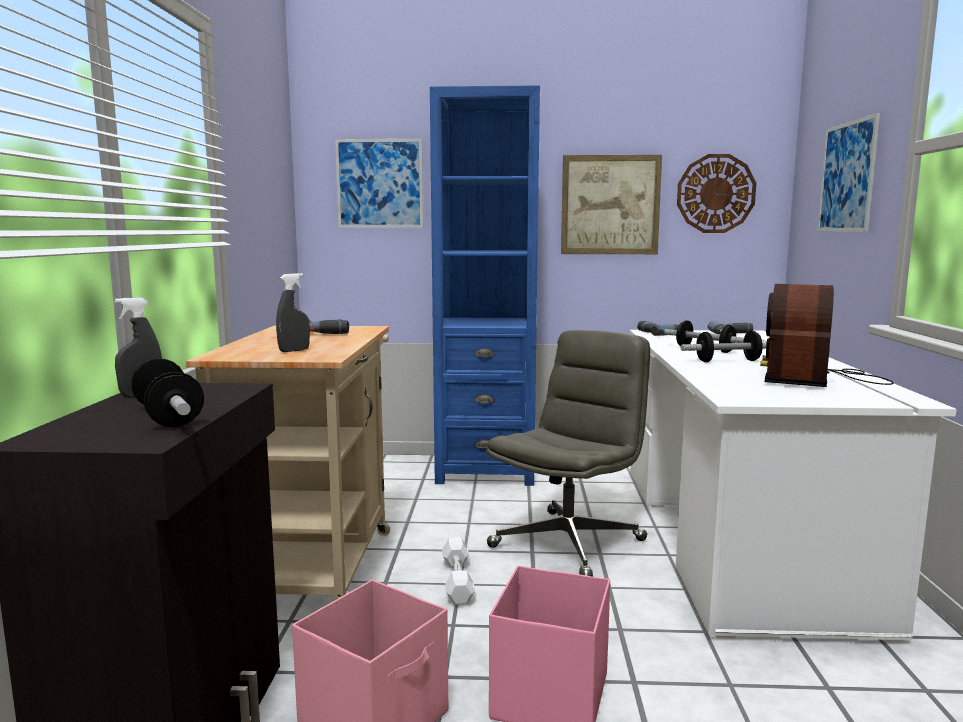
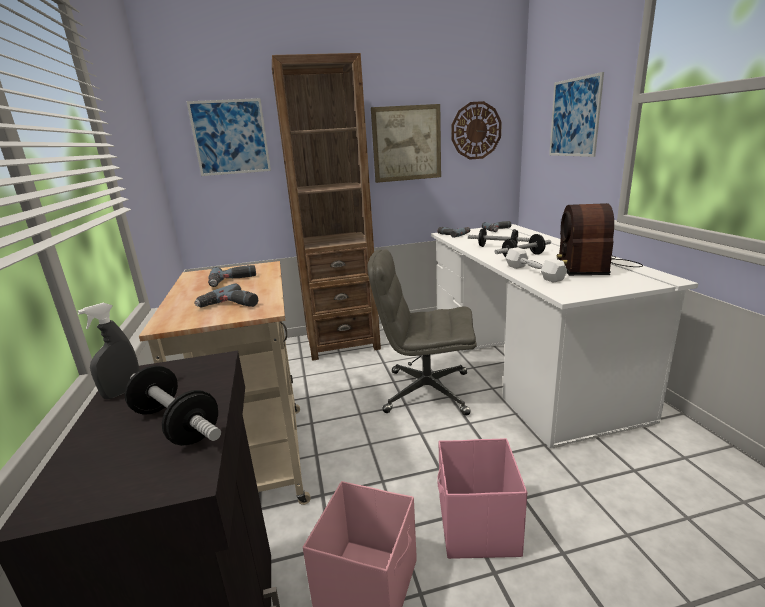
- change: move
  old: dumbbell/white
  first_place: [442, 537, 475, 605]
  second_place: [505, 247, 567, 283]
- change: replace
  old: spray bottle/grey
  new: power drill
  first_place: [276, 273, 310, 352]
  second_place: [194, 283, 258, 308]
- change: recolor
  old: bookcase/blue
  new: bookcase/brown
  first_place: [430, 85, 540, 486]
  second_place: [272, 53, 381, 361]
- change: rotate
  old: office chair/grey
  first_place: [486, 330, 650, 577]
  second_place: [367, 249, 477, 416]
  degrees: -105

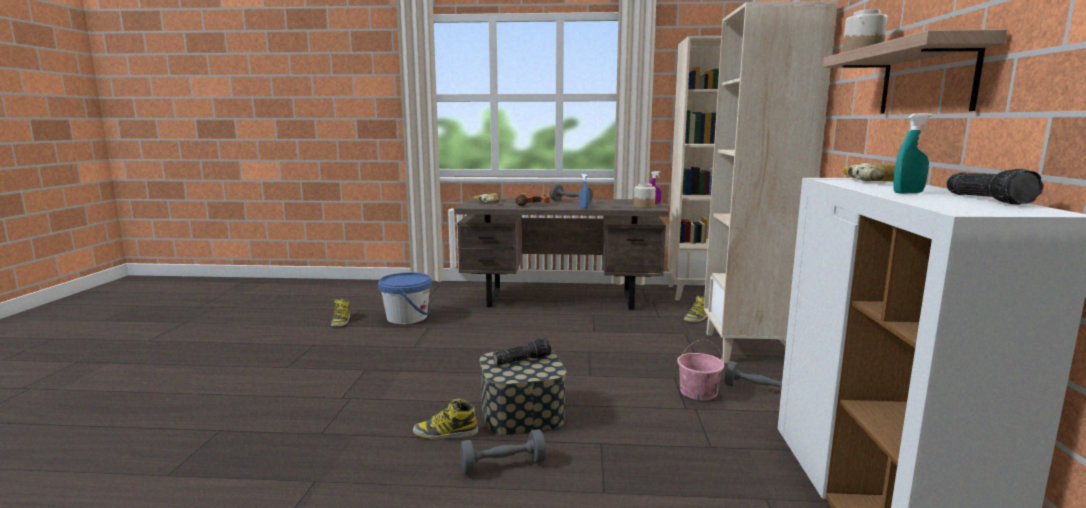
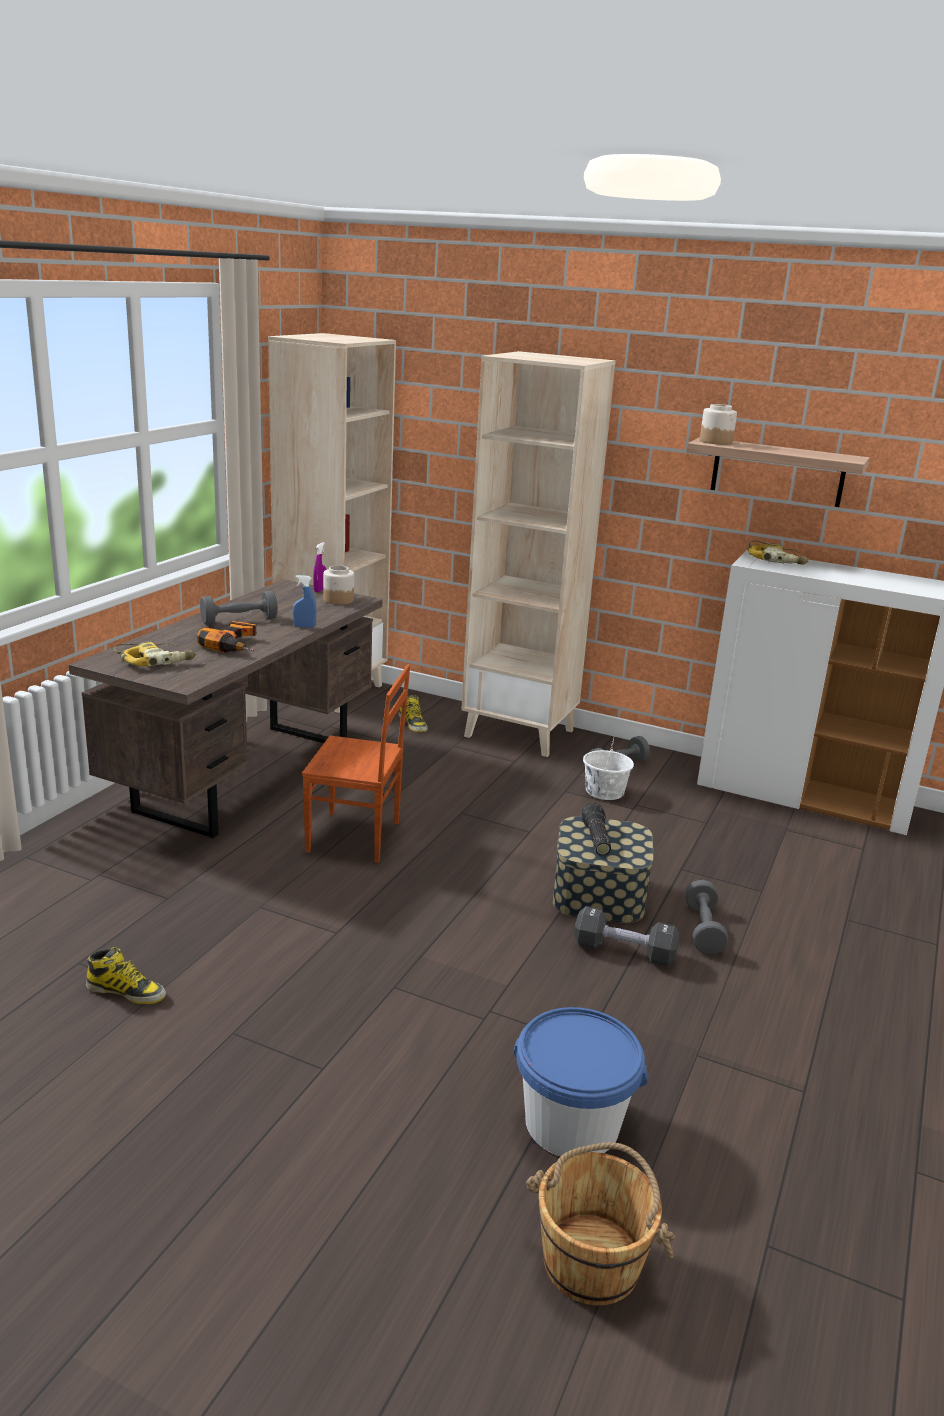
- change: delete
  old: spray bottle/turquoise
  first_place: [893, 113, 932, 193]
- change: delete
  old: flashlight
  first_place: [947, 169, 1044, 205]
- change: insert
  new: chair/brown
  second_place: [302, 664, 410, 863]
- change: insert
  new: bucket/brown
  second_place: [526, 1142, 675, 1306]
- change: move
  old: bucket/blue
  first_place: [378, 272, 432, 324]
  second_place: [513, 1007, 648, 1156]
- change: replace
  old: boot
  new: dumbbell/black
  first_place: [413, 399, 478, 439]
  second_place: [574, 906, 680, 966]
- change: recolor
  old: bucket/pink
  new: bucket/white
  first_place: [677, 339, 724, 400]
  second_place: [583, 737, 634, 800]

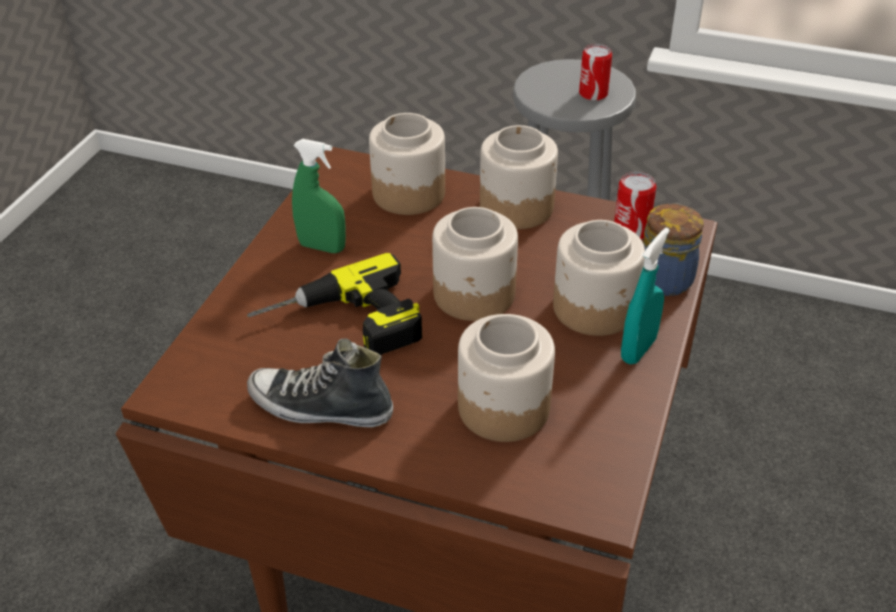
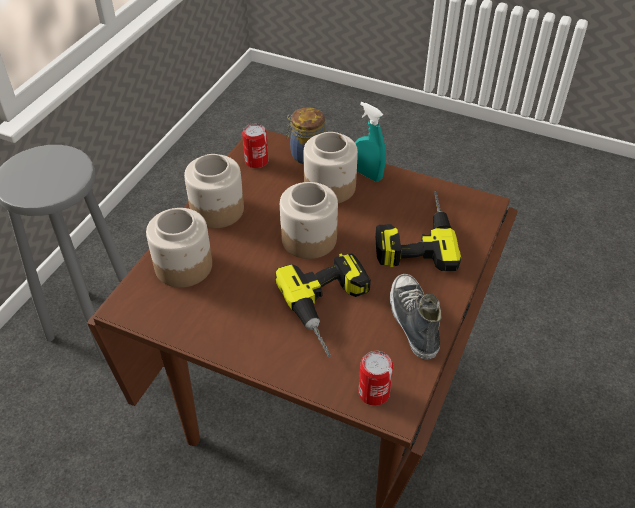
- change: delete
  old: spray bottle/green
  first_place: [292, 139, 346, 253]
- change: move
  old: can
  first_place: [579, 44, 612, 101]
  second_place: [358, 351, 393, 406]
- change: replace
  old: jar
  new: power drill
  first_place: [458, 314, 555, 442]
  second_place: [375, 191, 461, 271]
- change: rotate
  old: shoe
  first_place: [247, 339, 393, 428]
  second_place: [390, 274, 442, 360]
  degrees: 150

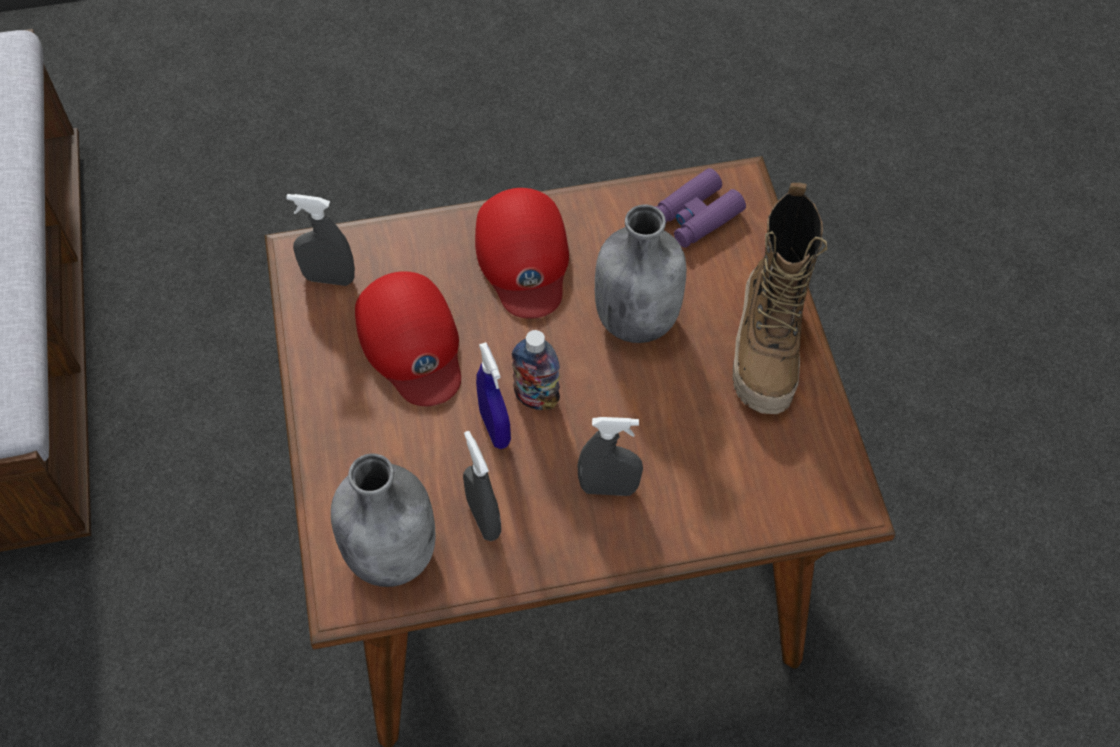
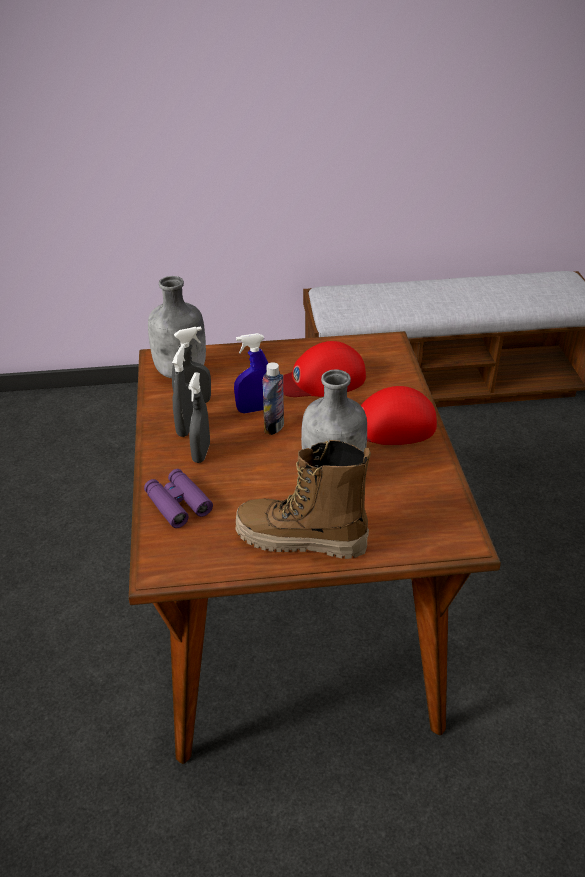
- change: move
  old: spray bottle/grey
  first_place: [286, 194, 355, 286]
  second_place: [172, 344, 193, 437]
- change: move
  old: binoculars/purple
  first_place: [655, 168, 746, 248]
  second_place: [144, 469, 213, 528]

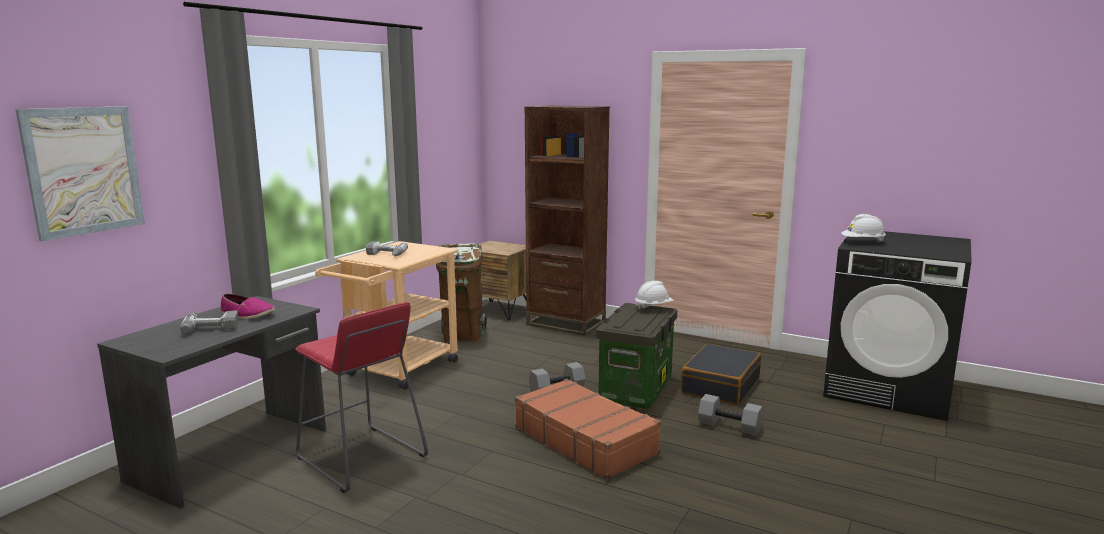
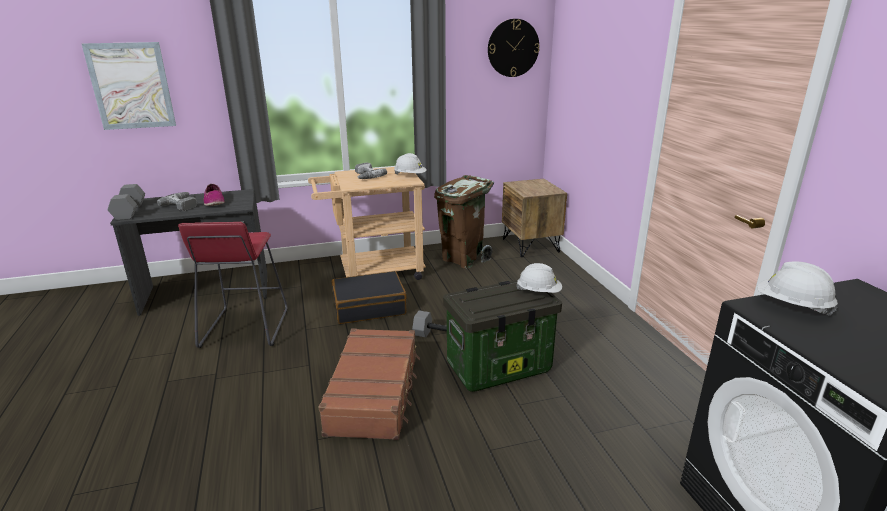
- change: delete
  old: bookcase/brown
  first_place: [525, 106, 610, 336]
- change: insert
  new: hard hat/white
  second_place: [394, 153, 427, 175]
- change: insert
  new: wall clock
  second_place: [488, 19, 540, 77]
- change: move
  old: suitcase/black
  first_place: [681, 344, 761, 405]
  second_place: [331, 271, 407, 324]
- change: move
  old: dumbbell/grey
  first_place: [698, 394, 763, 436]
  second_place: [108, 184, 145, 220]

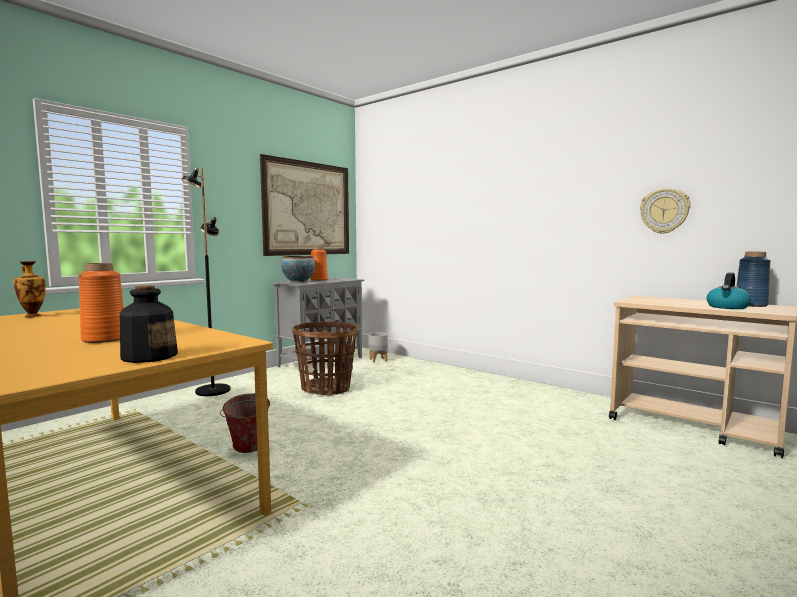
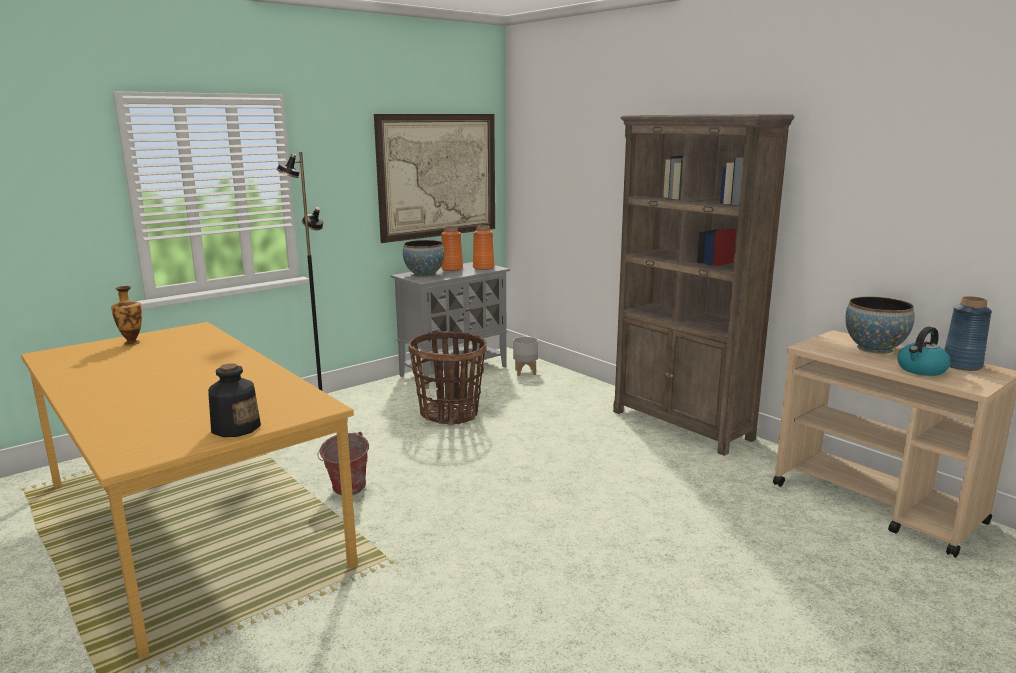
- change: delete
  old: wall clock
  first_place: [640, 188, 691, 234]
- change: insert
  new: bookcase/brown
  second_place: [613, 114, 795, 456]
- change: insert
  new: bowl
  second_place: [845, 297, 915, 354]
- change: move
  old: vase/orange
  first_place: [78, 263, 124, 343]
  second_place: [473, 225, 494, 270]

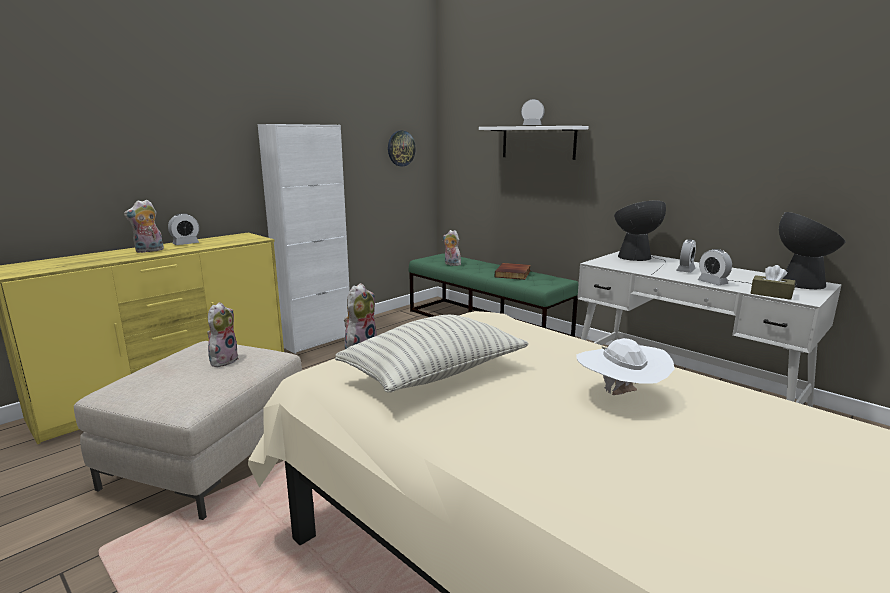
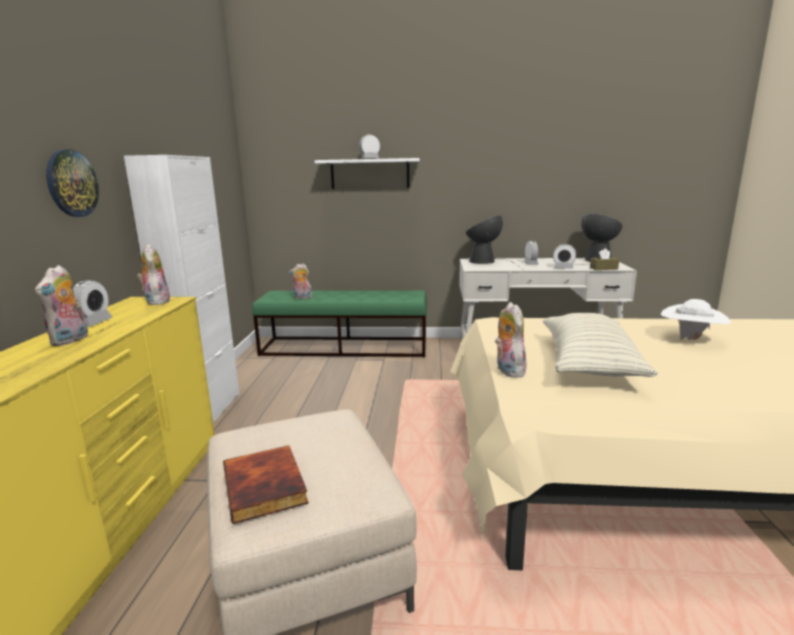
- change: move
  old: plush toy
  first_place: [207, 302, 239, 367]
  second_place: [137, 244, 170, 305]
- change: move
  old: wall clock
  first_place: [388, 131, 416, 166]
  second_place: [46, 149, 99, 217]
- change: move
  old: book
  first_place: [495, 263, 531, 280]
  second_place: [223, 445, 309, 524]

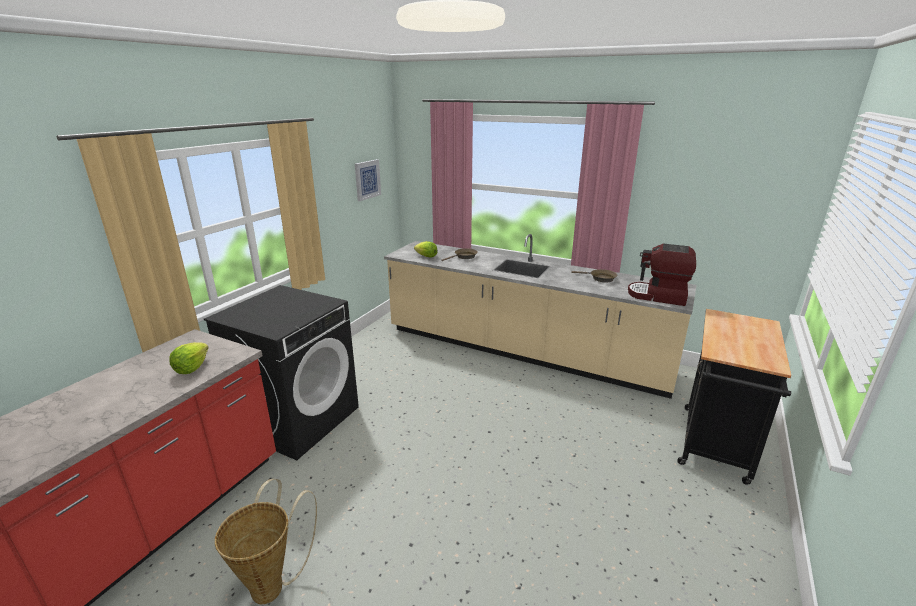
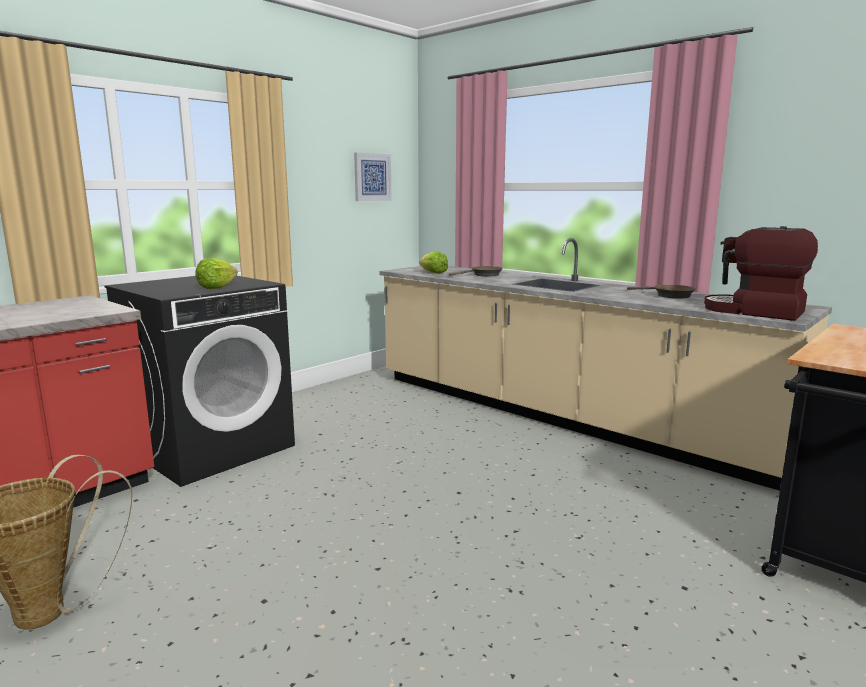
- change: move
  old: lettuce
  first_place: [169, 342, 209, 374]
  second_place: [195, 258, 238, 289]

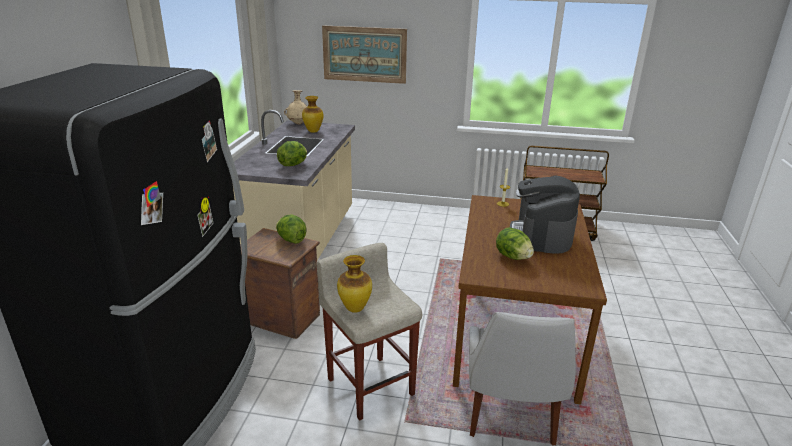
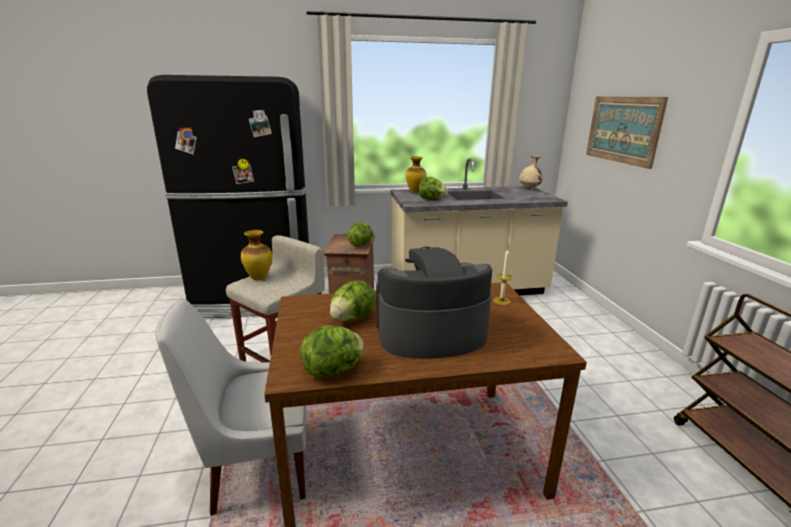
- change: insert
  new: lettuce
  second_place: [300, 325, 364, 377]
- change: move
  old: vase
  first_place: [302, 96, 323, 133]
  second_place: [406, 157, 427, 193]

